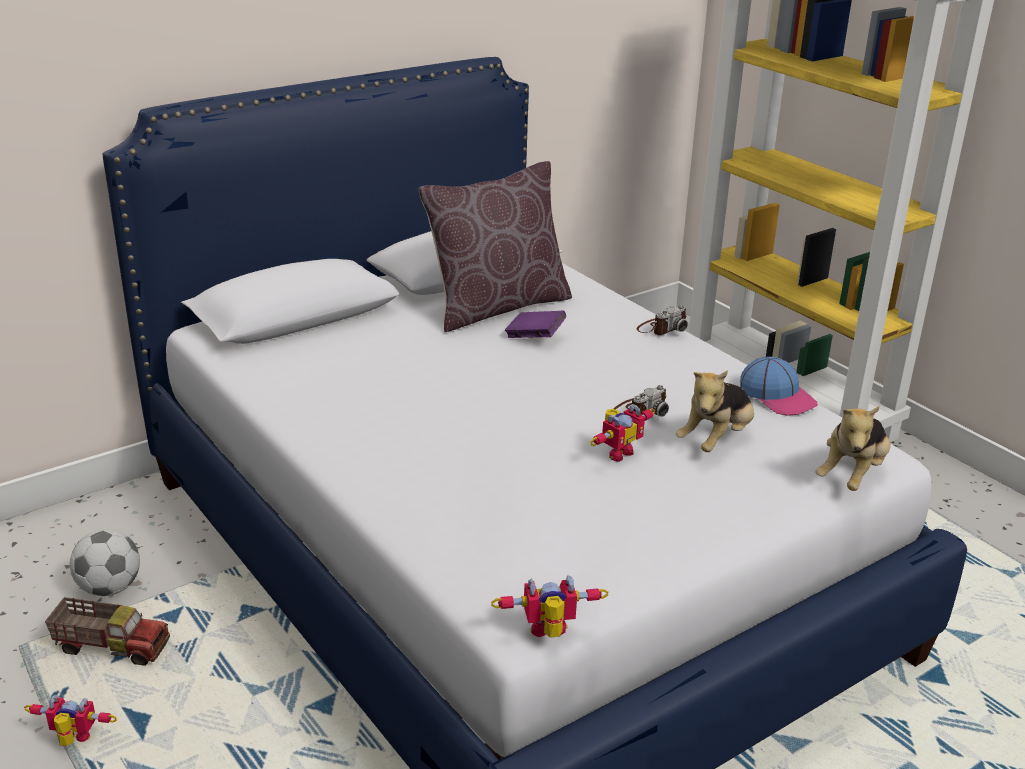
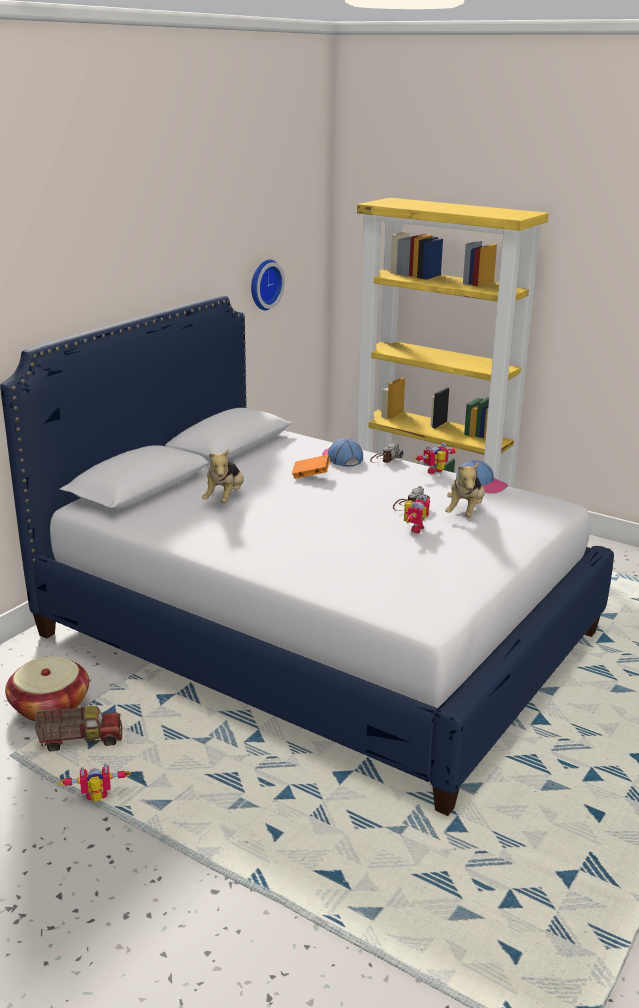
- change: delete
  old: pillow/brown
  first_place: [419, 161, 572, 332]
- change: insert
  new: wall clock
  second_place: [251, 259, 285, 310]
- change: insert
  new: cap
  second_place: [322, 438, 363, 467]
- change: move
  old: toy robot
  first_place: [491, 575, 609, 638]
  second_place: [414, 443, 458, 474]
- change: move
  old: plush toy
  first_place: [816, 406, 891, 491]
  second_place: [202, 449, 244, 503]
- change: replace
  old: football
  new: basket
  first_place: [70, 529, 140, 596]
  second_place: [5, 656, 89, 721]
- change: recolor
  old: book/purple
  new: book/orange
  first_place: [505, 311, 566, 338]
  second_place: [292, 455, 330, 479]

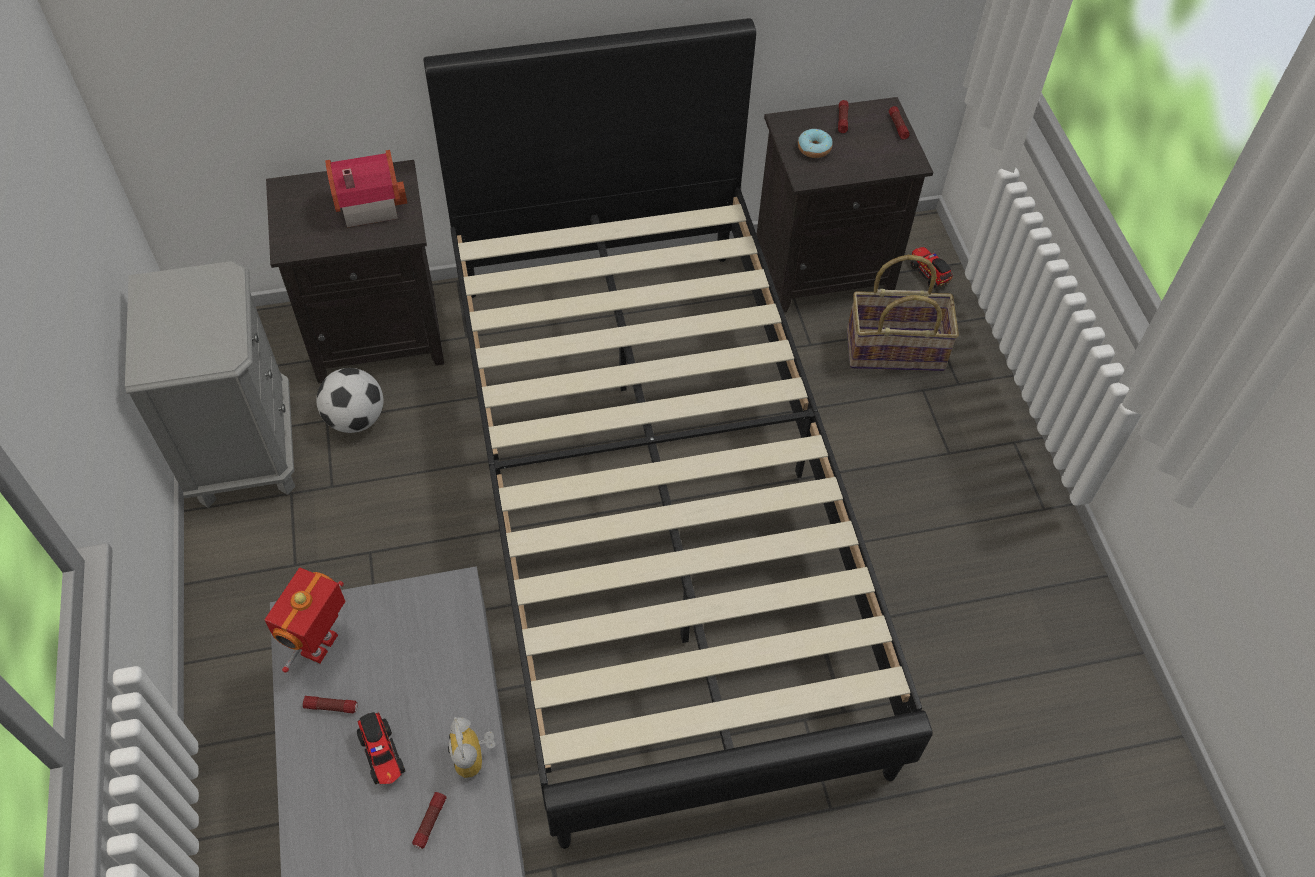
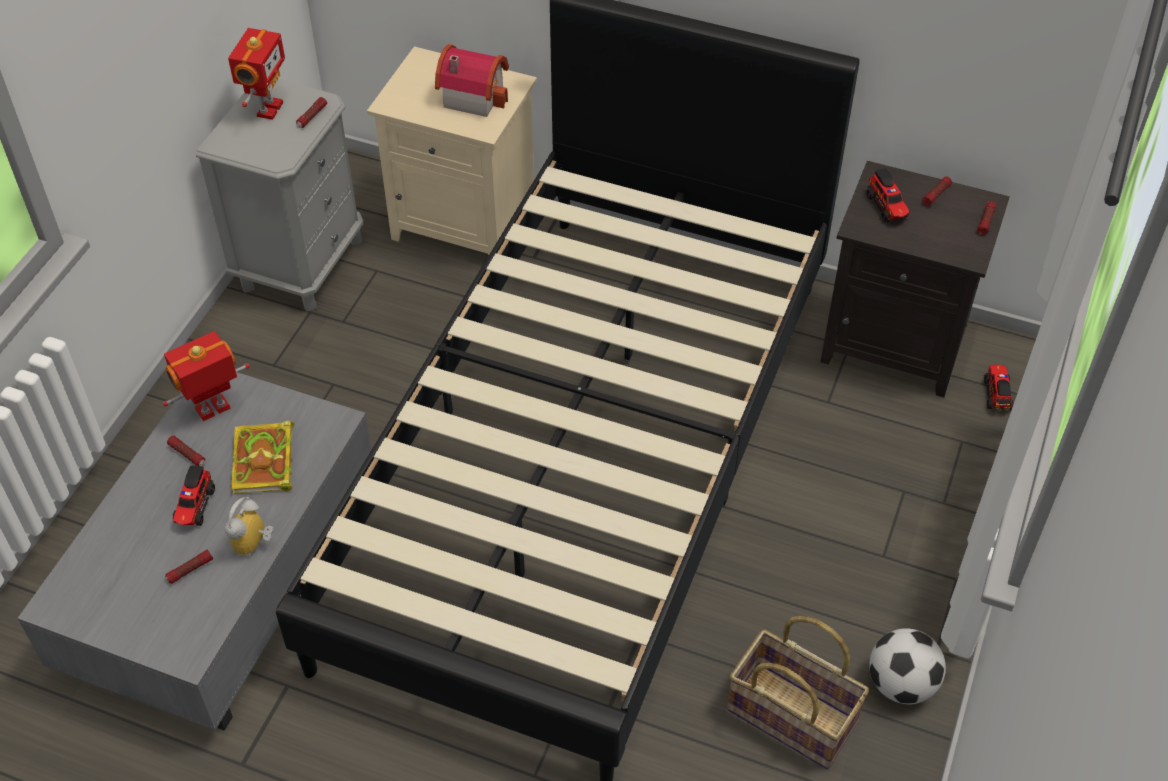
- change: insert
  new: toy robot
  second_place: [228, 28, 285, 120]
- change: insert
  new: book
  second_place: [231, 421, 294, 494]
- change: insert
  new: flashlight
  second_place: [296, 97, 327, 128]
- change: move
  old: football
  first_place: [316, 368, 383, 433]
  second_place: [869, 628, 946, 704]
- change: move
  old: basket
  first_place: [847, 255, 959, 371]
  second_place: [727, 616, 869, 769]
- change: replace
  old: donut
  new: toy truck
  first_place: [798, 129, 833, 158]
  second_place: [867, 169, 909, 222]
- change: recolor
  old: nightstand/black
  new: nightstand/beige
  first_place: [266, 160, 444, 383]
  second_place: [367, 46, 537, 256]

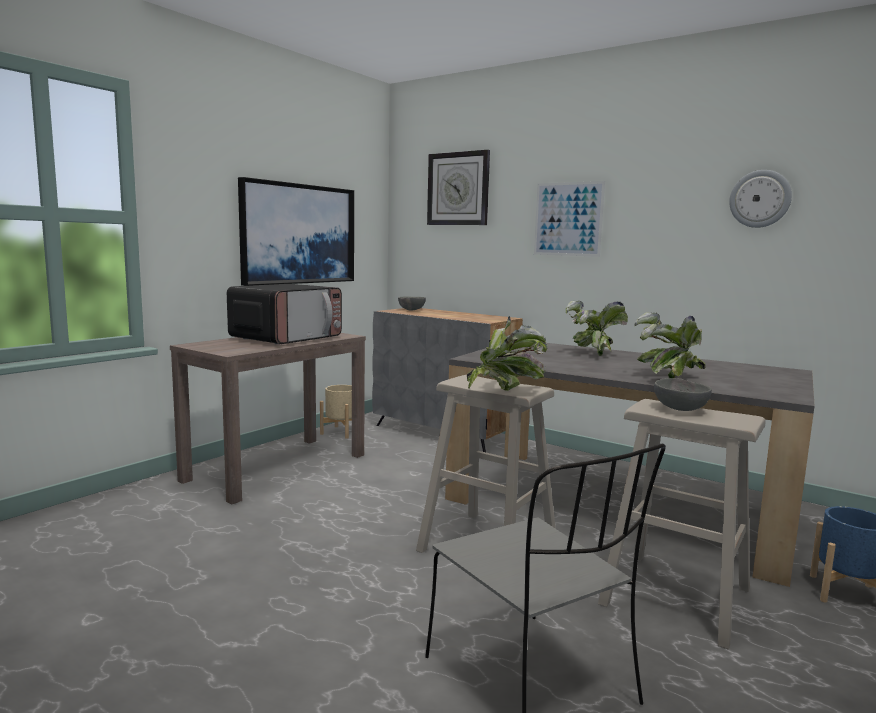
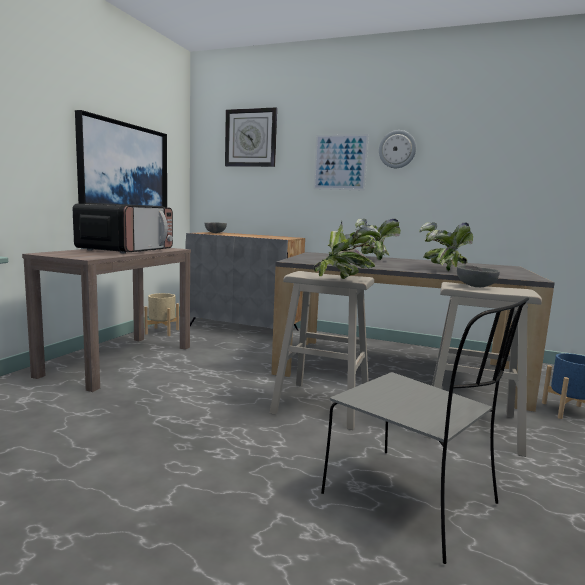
- change: move
  old: wall clock
  first_place: [729, 170, 792, 228]
  second_place: [379, 130, 416, 168]

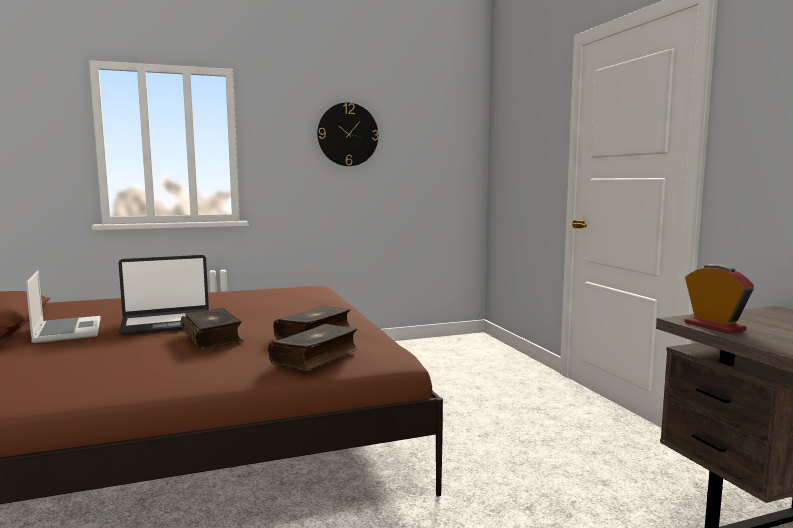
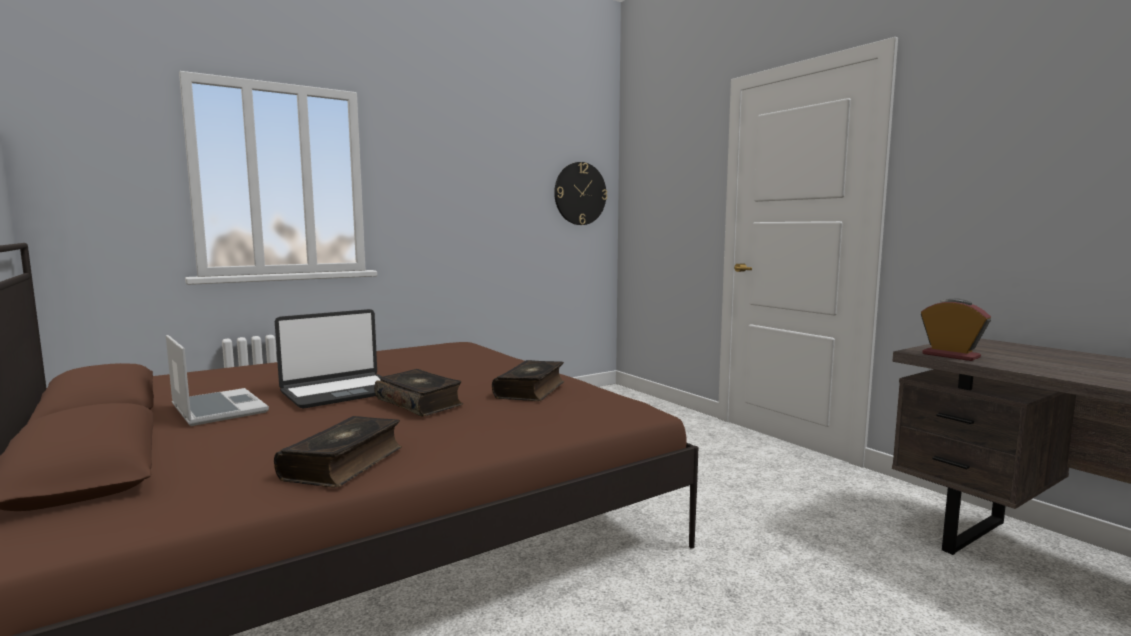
- change: move
  old: book
  first_place: [268, 324, 358, 371]
  second_place: [274, 416, 402, 487]
- change: move
  old: wall clock
  first_place: [317, 103, 378, 166]
  second_place: [554, 162, 607, 225]

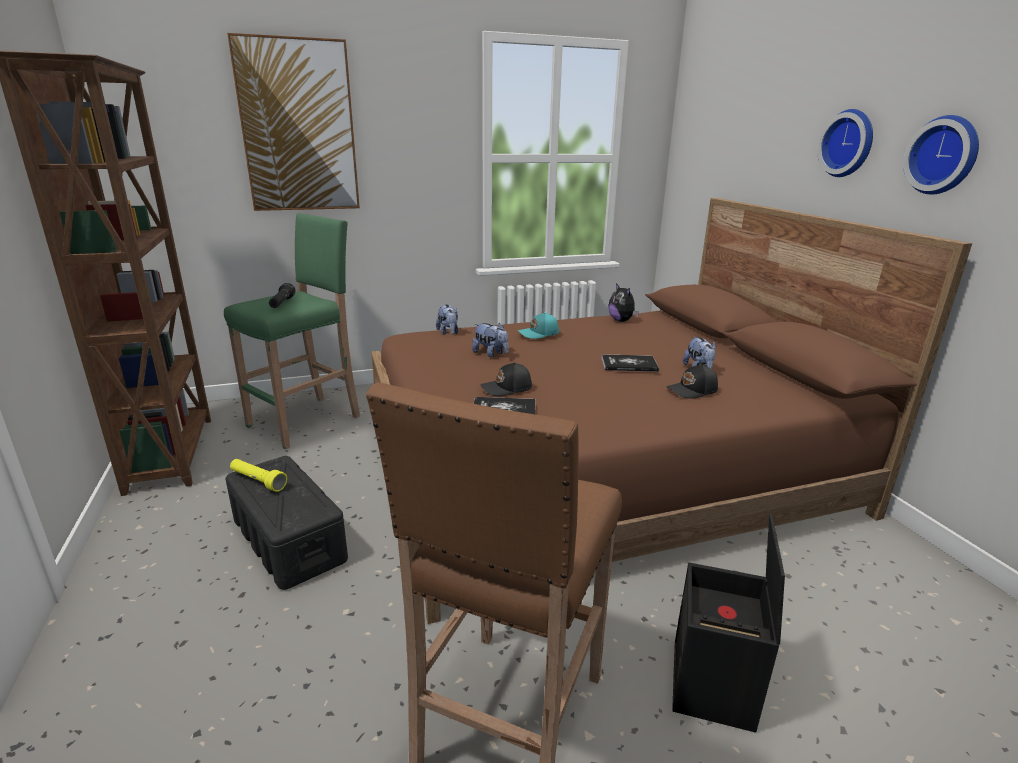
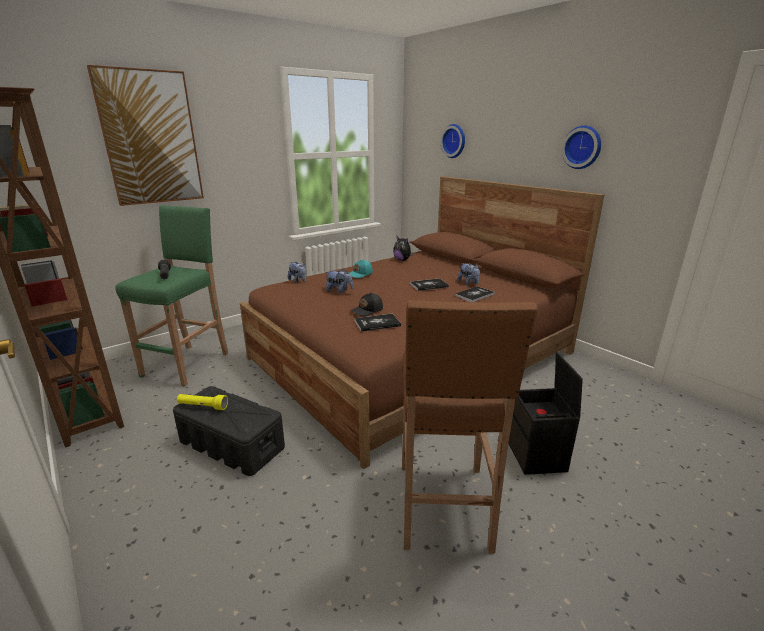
- change: move
  old: wall clock
  first_place: [817, 109, 873, 177]
  second_place: [440, 124, 465, 158]
- change: replace
  old: cap/black
  new: book
  first_place: [666, 365, 718, 399]
  second_place: [455, 286, 495, 302]

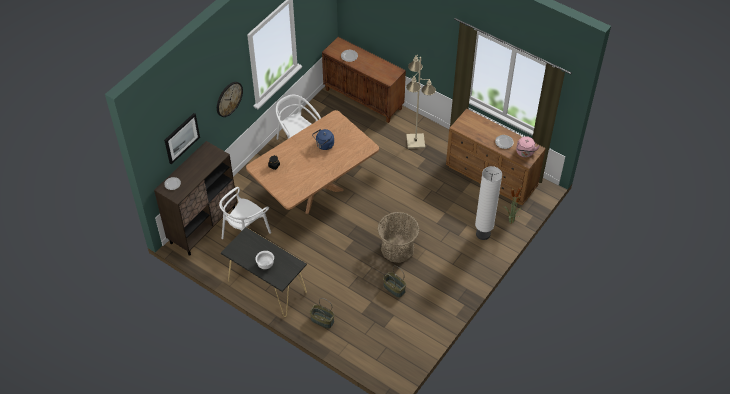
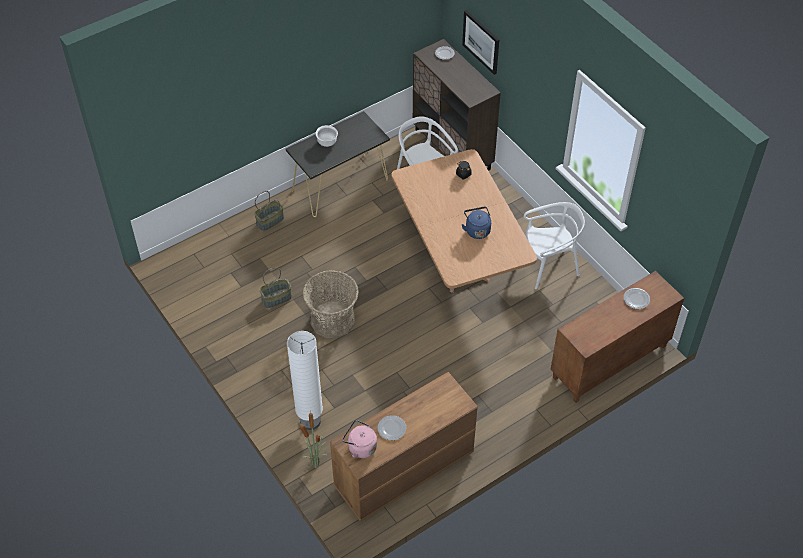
- change: delete
  old: wall clock
  first_place: [217, 82, 243, 117]
- change: delete
  old: floor lamp/beige
  first_place: [406, 55, 436, 149]

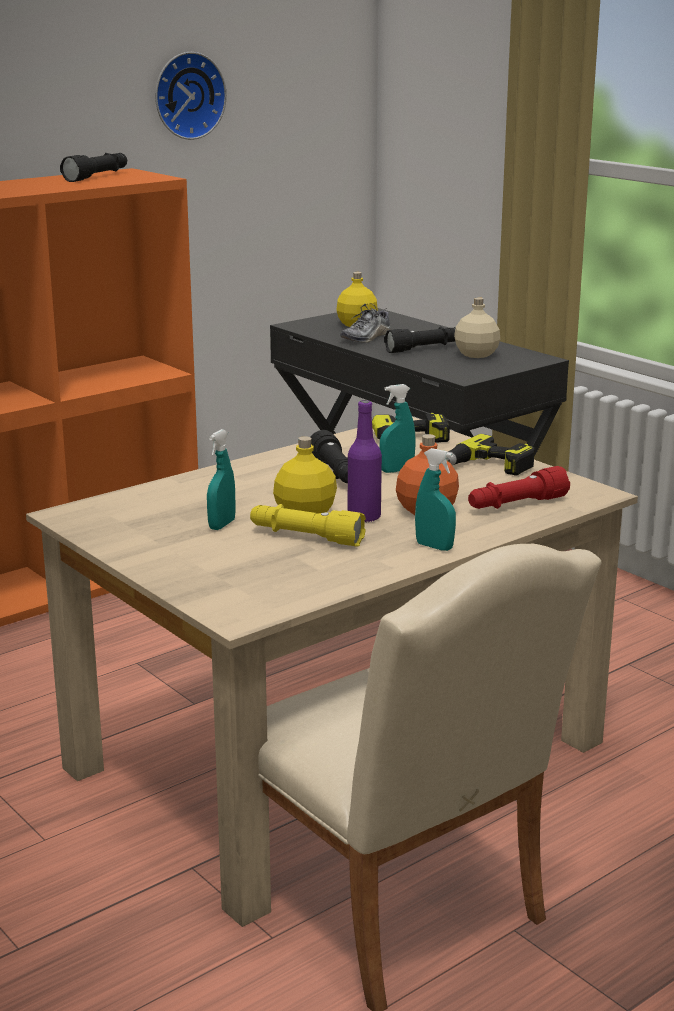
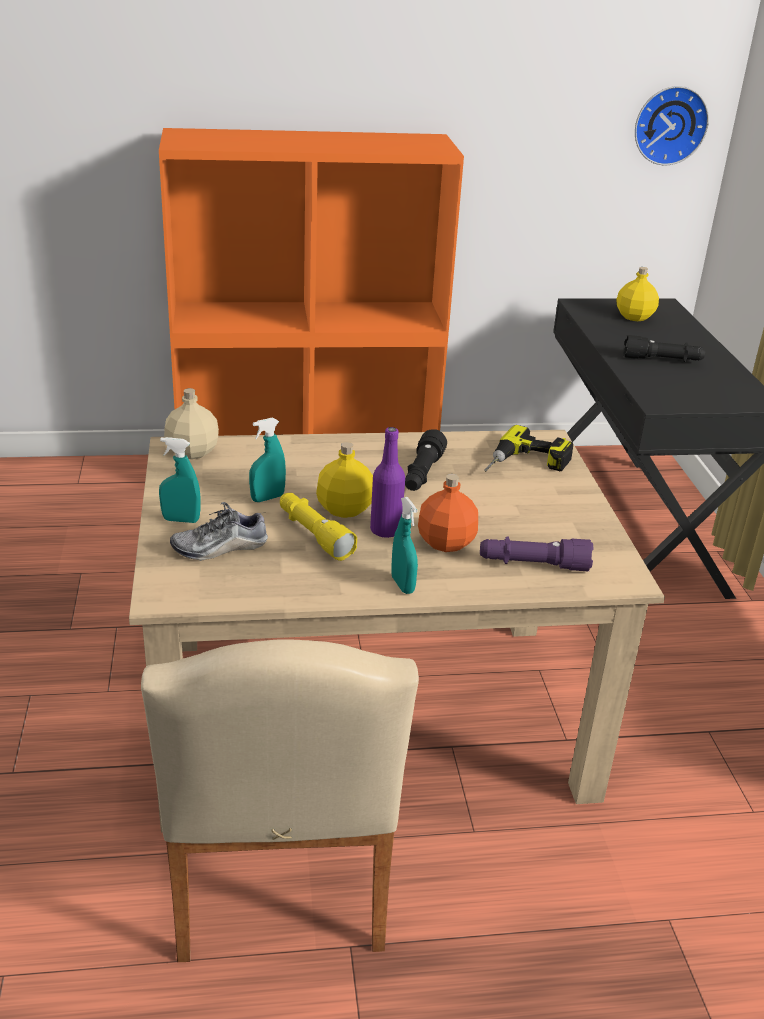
- change: delete
  old: flashlight/black
  first_place: [60, 153, 127, 182]
- change: delete
  old: power drill
  first_place: [446, 434, 535, 476]
- change: move
  old: wall clock
  first_place: [155, 52, 227, 140]
  second_place: [635, 86, 709, 165]
- change: move
  old: shoe
  first_place: [340, 303, 391, 343]
  second_place: [170, 502, 268, 561]
- change: move
  old: spray bottle/turquoise
  first_place: [379, 384, 416, 473]
  second_place: [159, 437, 201, 523]
- change: move
  old: bottle/beige
  first_place: [454, 297, 500, 358]
  second_place: [164, 388, 219, 459]
- change: recolor
  old: flashlight/red
  new: flashlight/purple
  first_place: [468, 466, 570, 509]
  second_place: [480, 536, 594, 571]

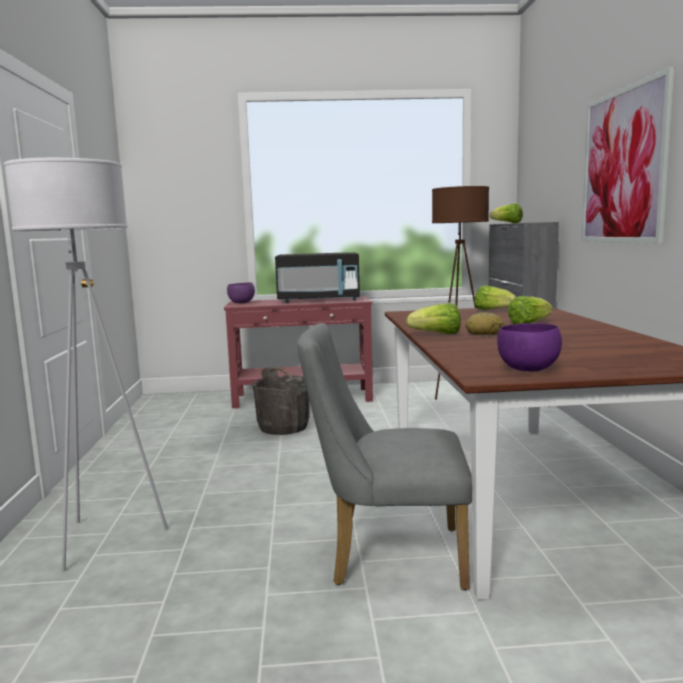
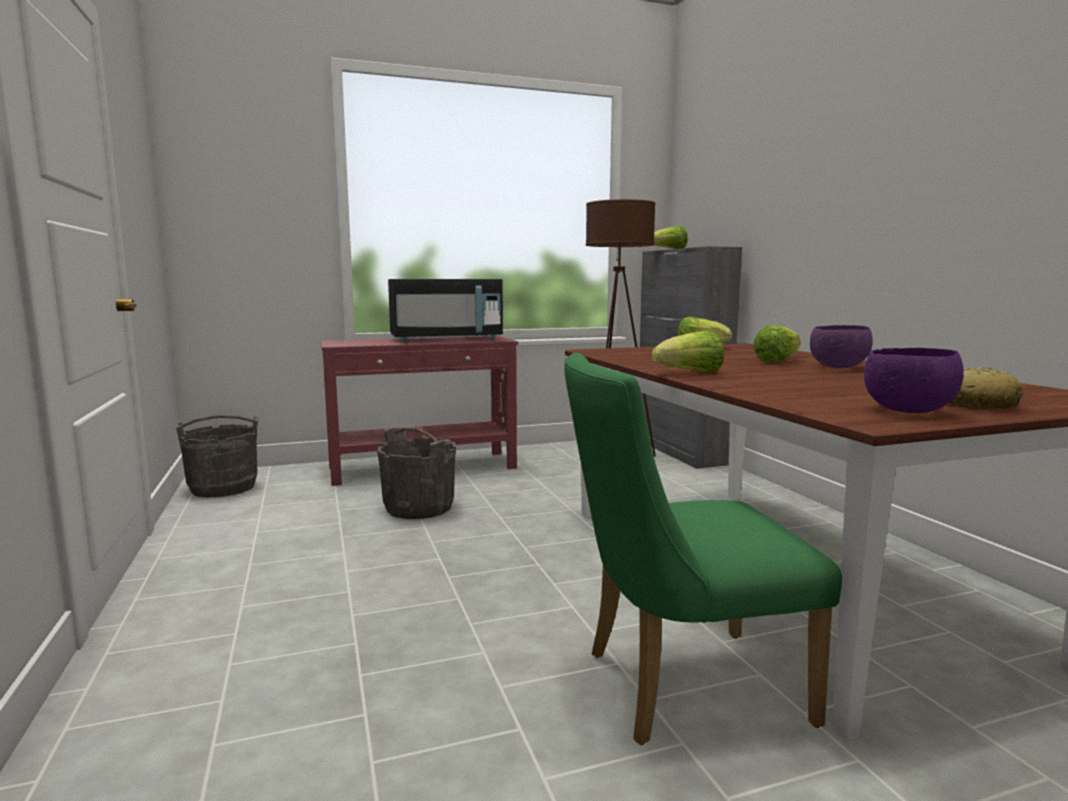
- change: delete
  old: floor lamp/white
  first_place: [4, 158, 168, 571]
- change: delete
  old: picture
  first_place: [582, 67, 674, 244]
- change: insert
  new: bucket/grey
  second_place: [175, 415, 259, 498]
- change: move
  old: bowl/purple
  first_place: [227, 283, 255, 303]
  second_place: [810, 325, 873, 368]
- change: move
  old: bread
  first_place: [466, 312, 505, 335]
  second_place: [949, 367, 1023, 409]
- change: recolor
  old: chair/grey
  new: chair/green
  first_place: [297, 323, 472, 590]
  second_place: [564, 353, 842, 745]

